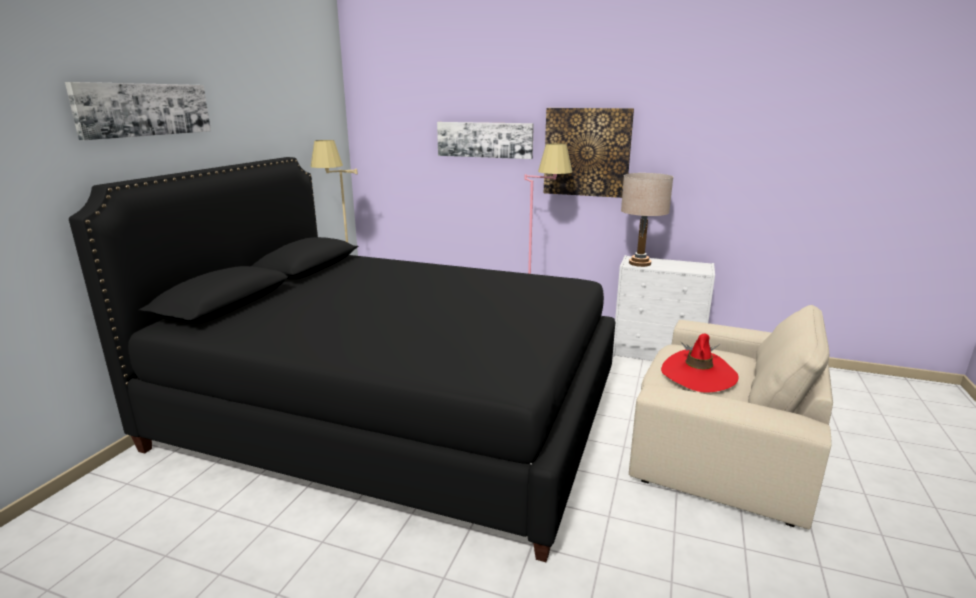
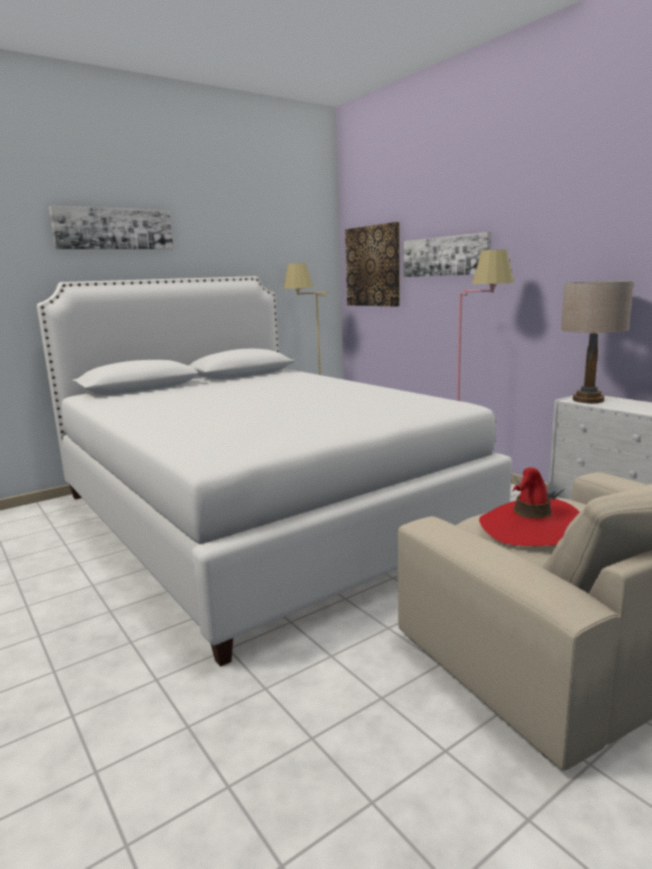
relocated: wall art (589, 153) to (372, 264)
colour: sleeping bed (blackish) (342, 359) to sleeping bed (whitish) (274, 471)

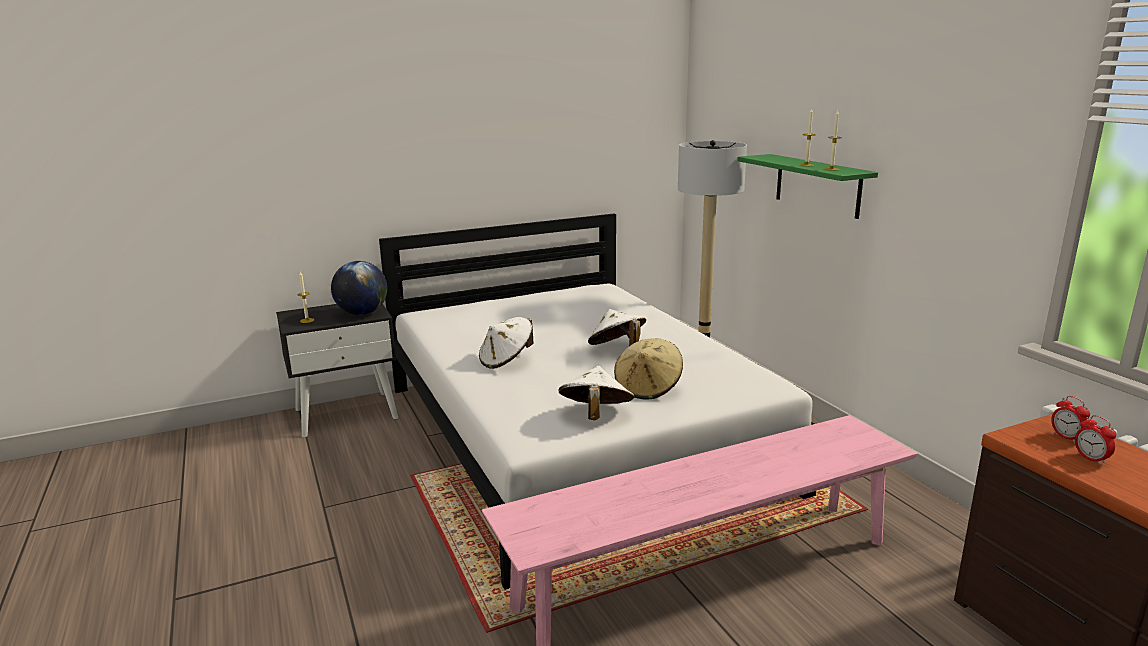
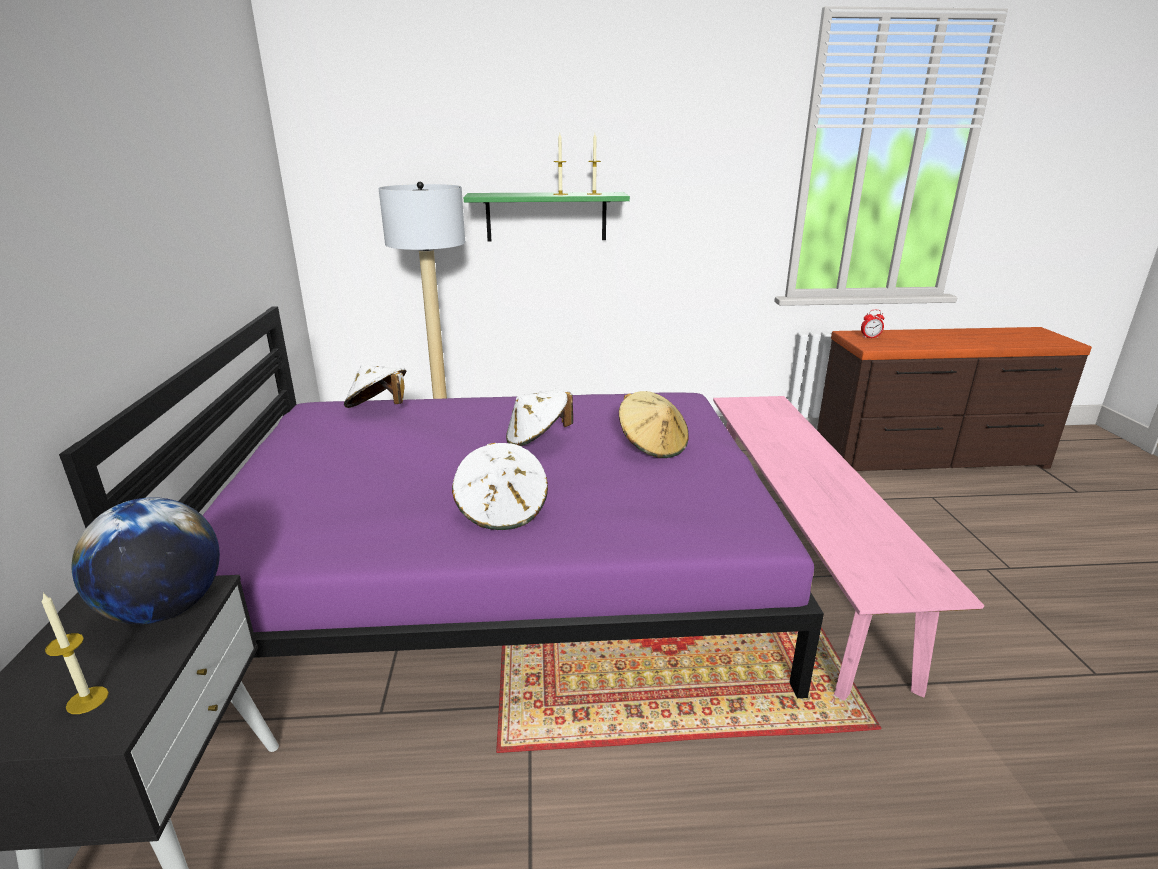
missing: bedside clock (1096, 440)
relocated: wearable hat (whitish) (596, 393) to (375, 386)
colour: sleeping bed (whitish) (597, 401) to sleeping bed (purple) (441, 502)

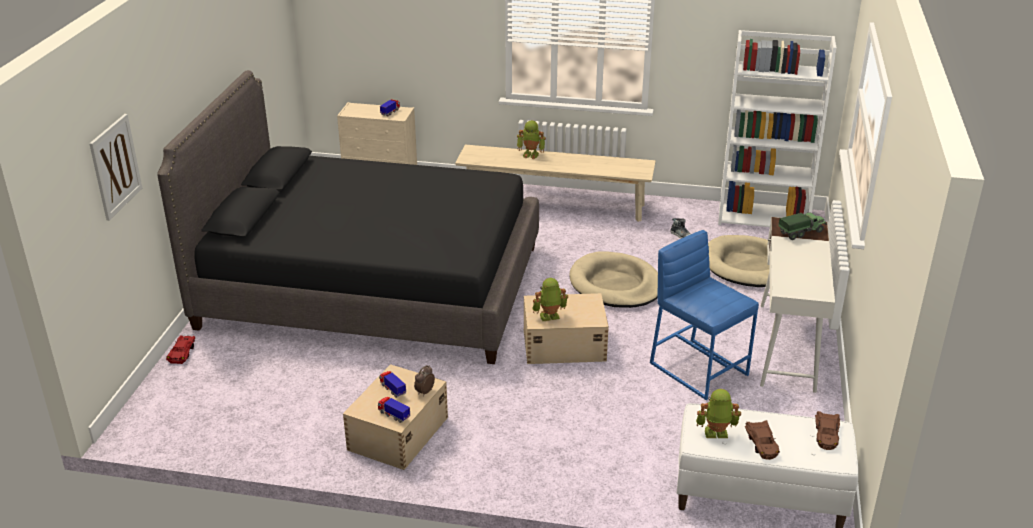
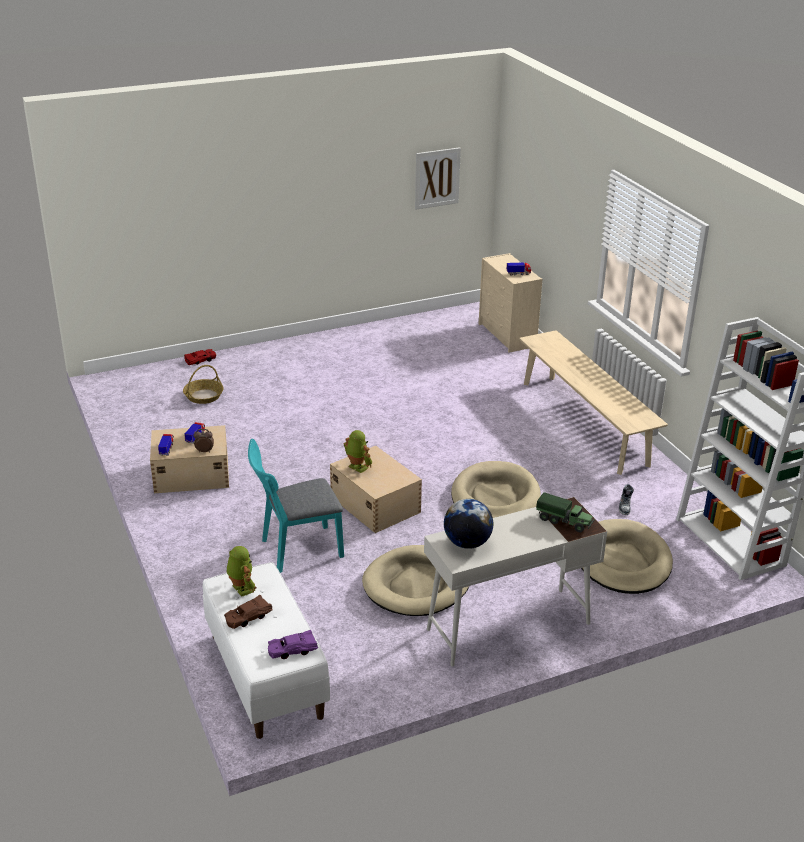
missing: sleeping bed (blackish) (348, 217); toy robot (531, 139)
appeared: household basket (203, 384); chair (turquoise-coloured) (296, 506); desk globe (468, 524)
relocated: wall art (115, 167) to (438, 178)
exchanged: stool seat (blue-coloured) (704, 315) to pet bed (sand-coloured) (415, 580)
colour: toy car (brownish) (827, 430) to toy car (purple) (293, 644)

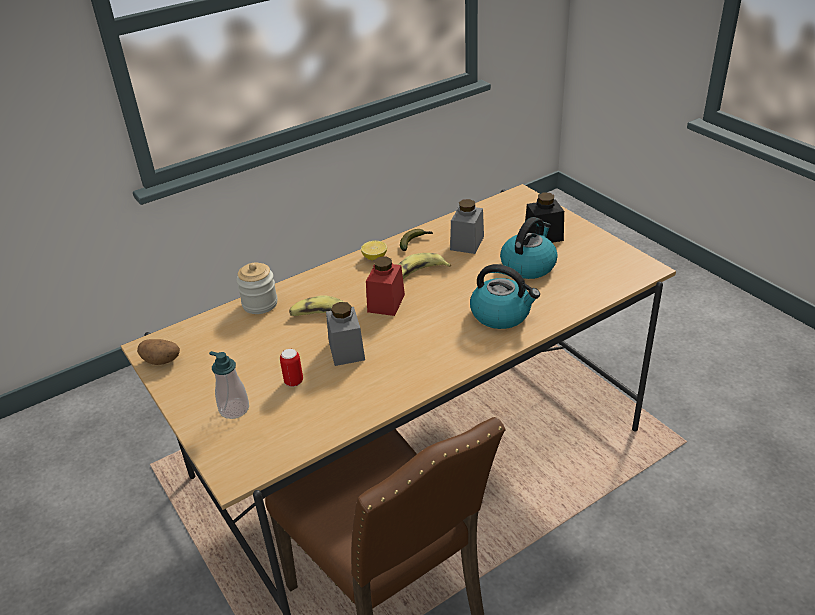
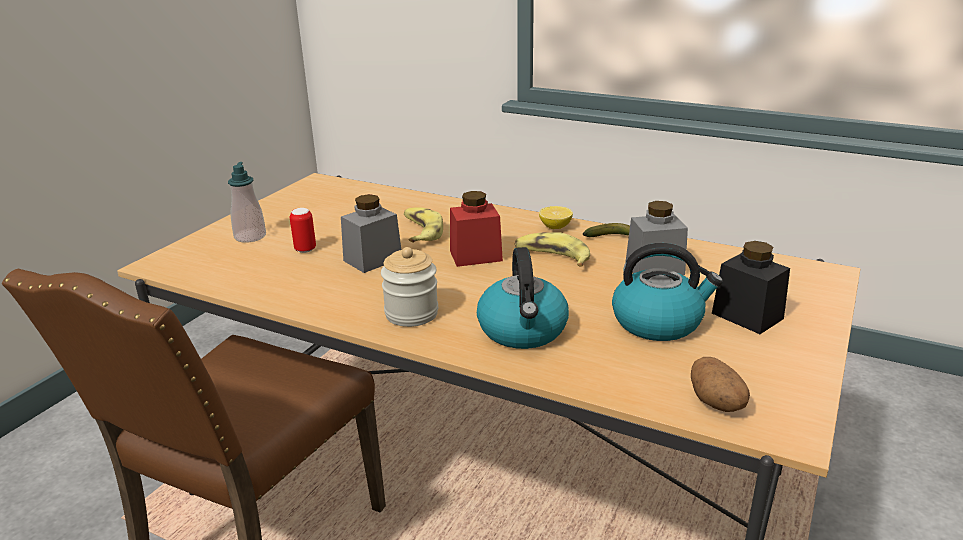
relocated: spud (158, 352) to (720, 384); jar (257, 288) to (409, 287)

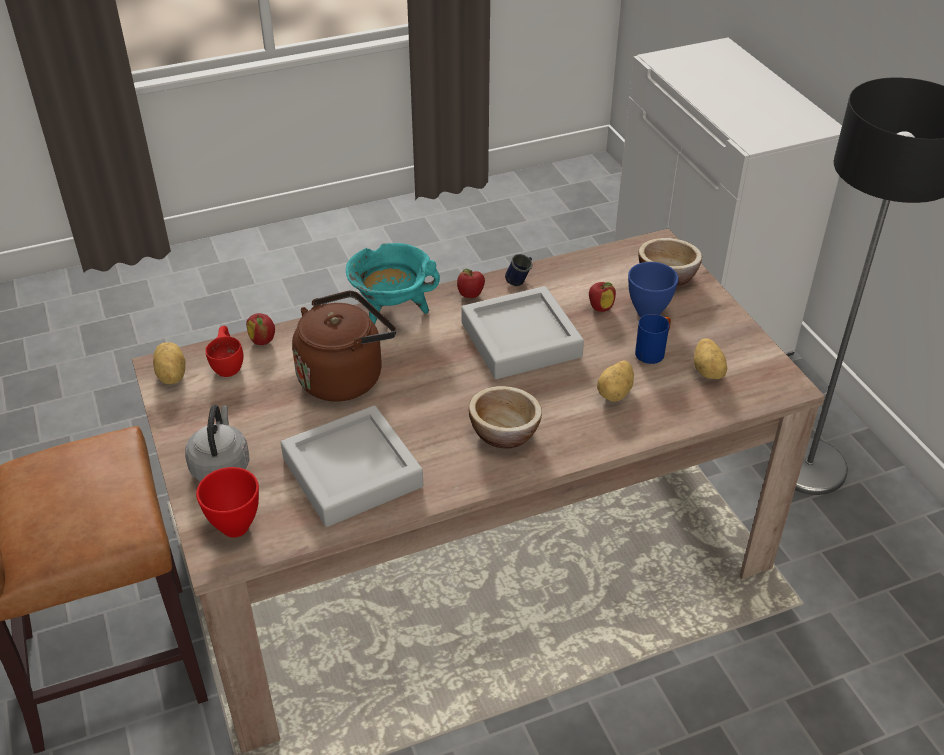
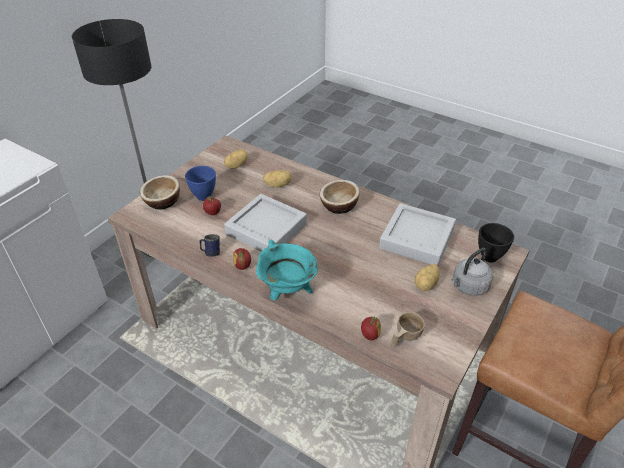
missing: kettle (brownish) (344, 345); coffee mug (blue-coloured) (653, 339)
relocated: spud (169, 363) to (427, 277)
colour: serving bowl (red) (227, 502) to serving bowl (blackish) (496, 242); small cup (red) (224, 351) to small cup (sand-coloured) (407, 329)

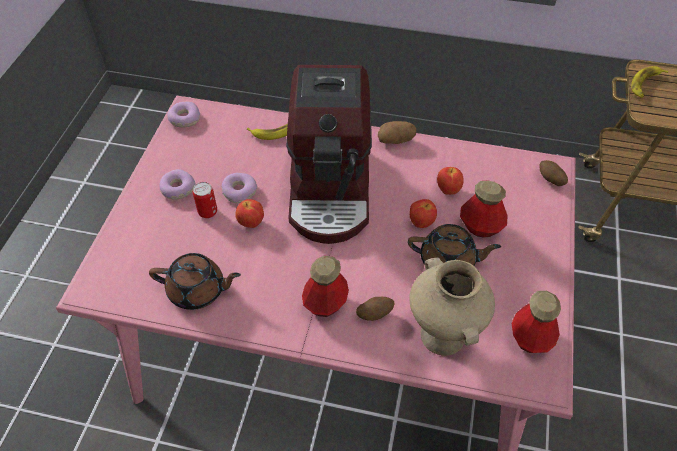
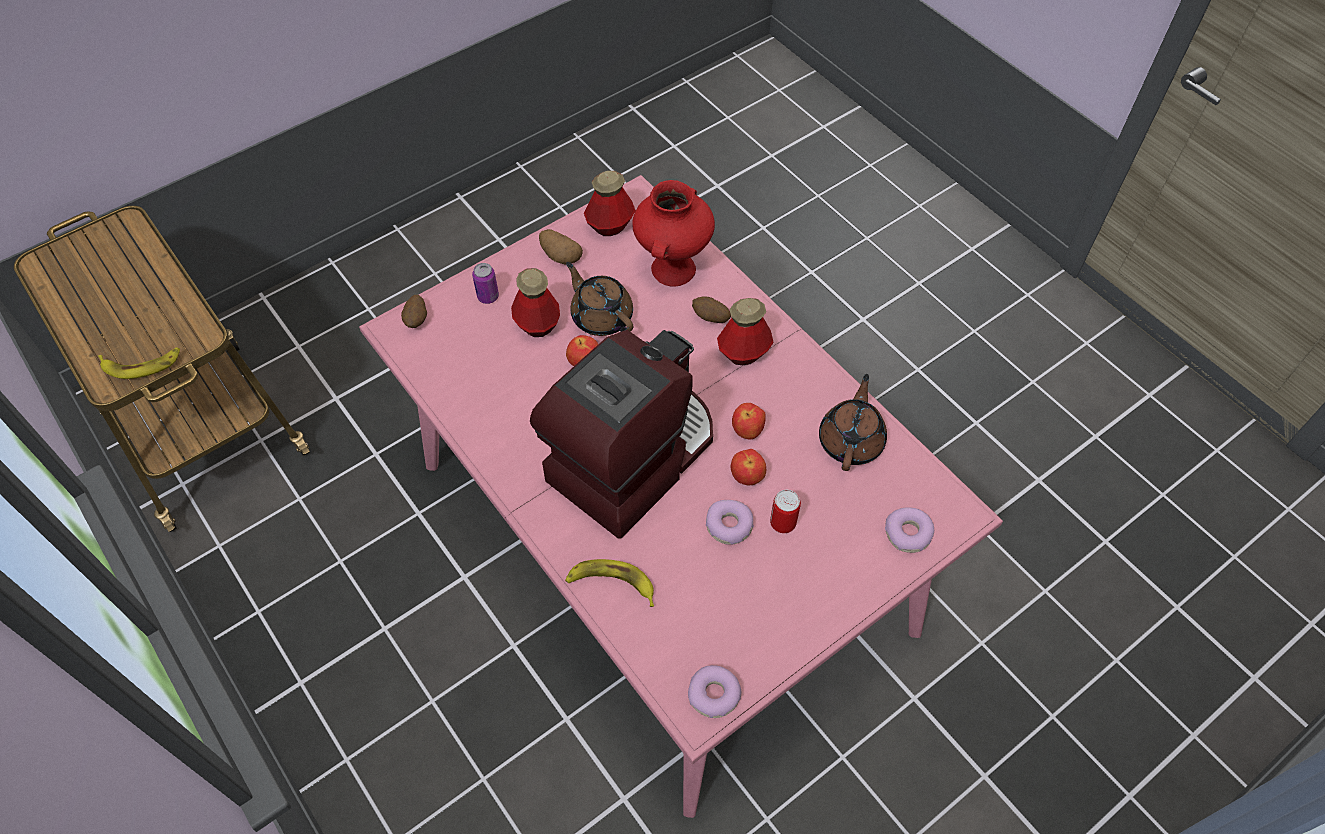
appeared: metal can (485, 283)
relocated: doughnut (177, 184) to (909, 530); spud (397, 132) to (561, 246); apple fruit (450, 181) to (749, 421)
colour: decorative vase (sand-coloured) (452, 307) to decorative vase (red) (673, 233)
spun: tea pot (brownish) (195, 281) = (853, 422) 60 degrees clockwise

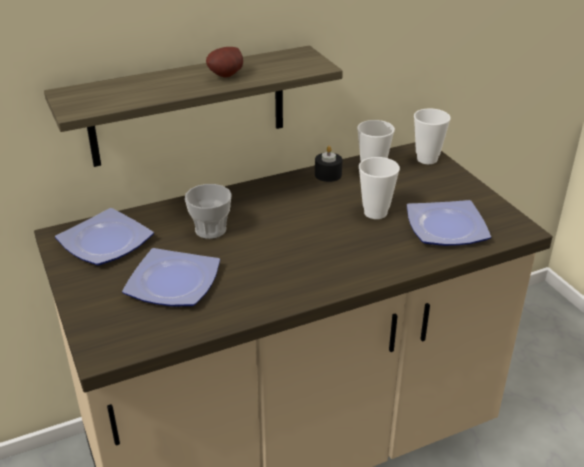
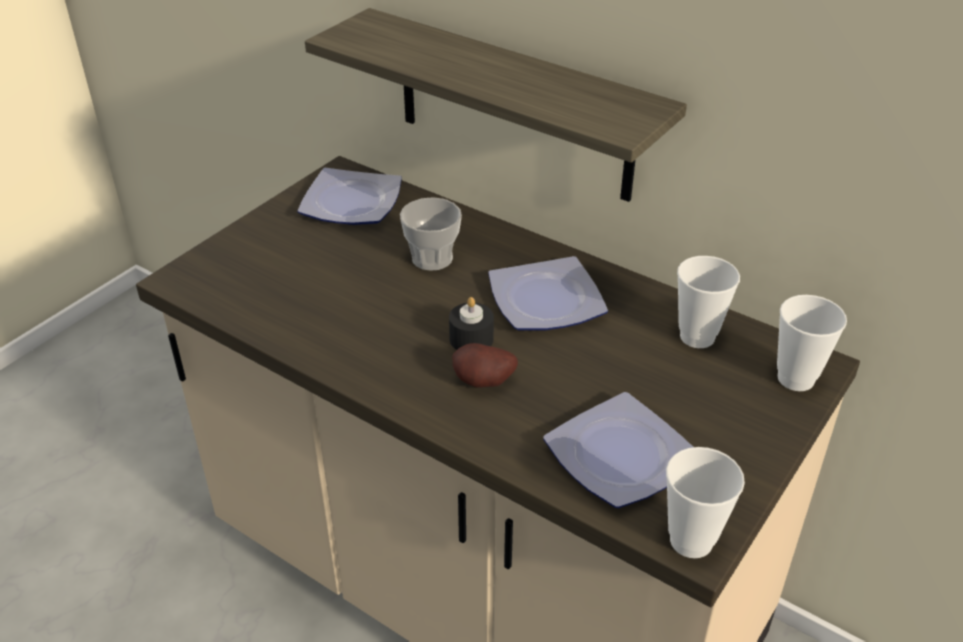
relocated: flat dish (171, 277) to (548, 293); spud (224, 62) to (485, 365); wax light (blackish) (328, 164) to (471, 323); small cup (379, 188) to (705, 502)

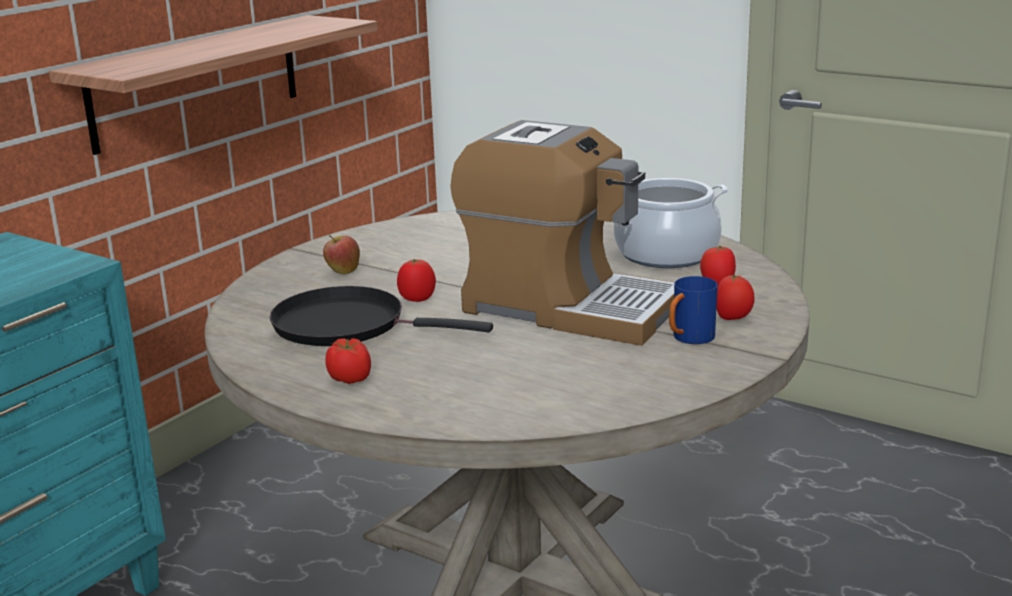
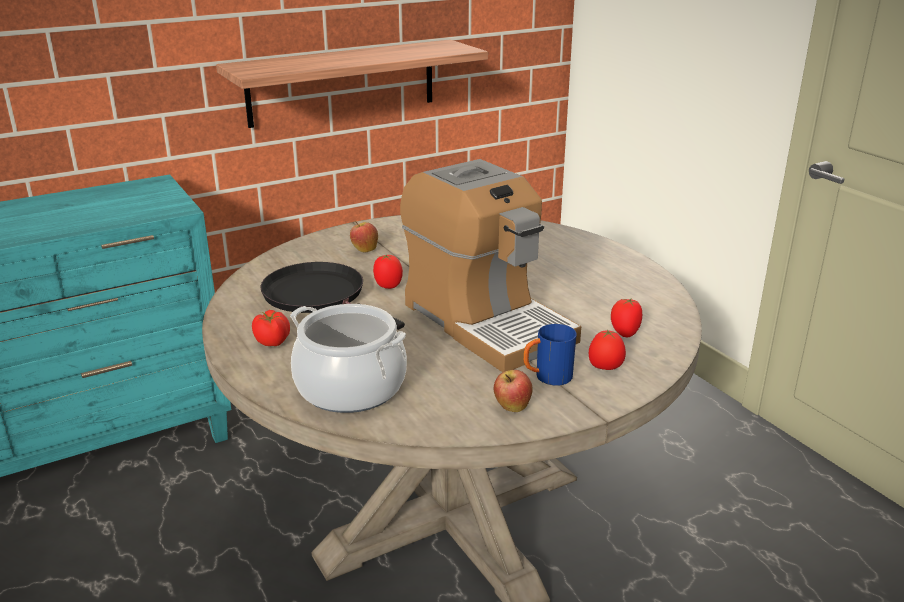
appeared: apple fruit (513, 391)
relocated: saucepot (671, 223) to (348, 358)

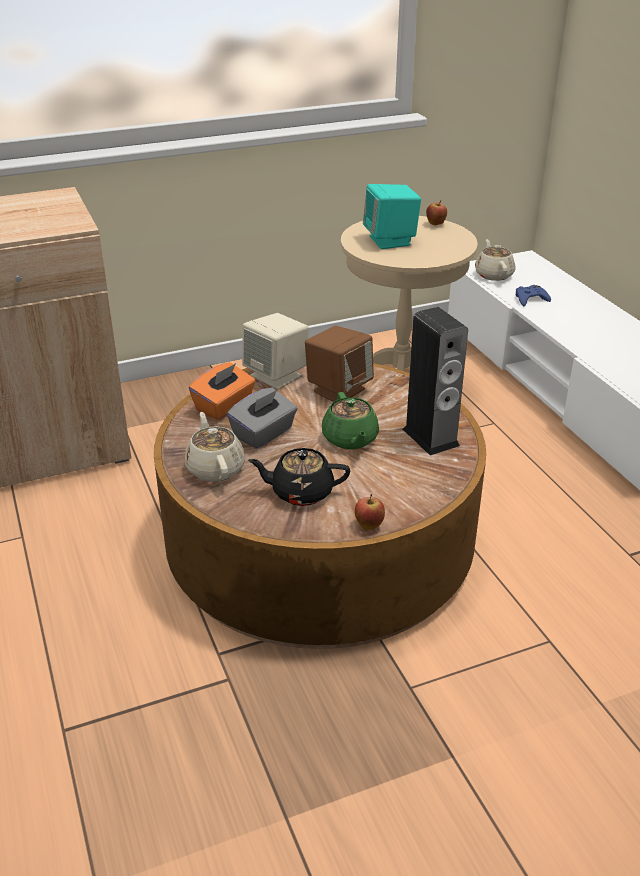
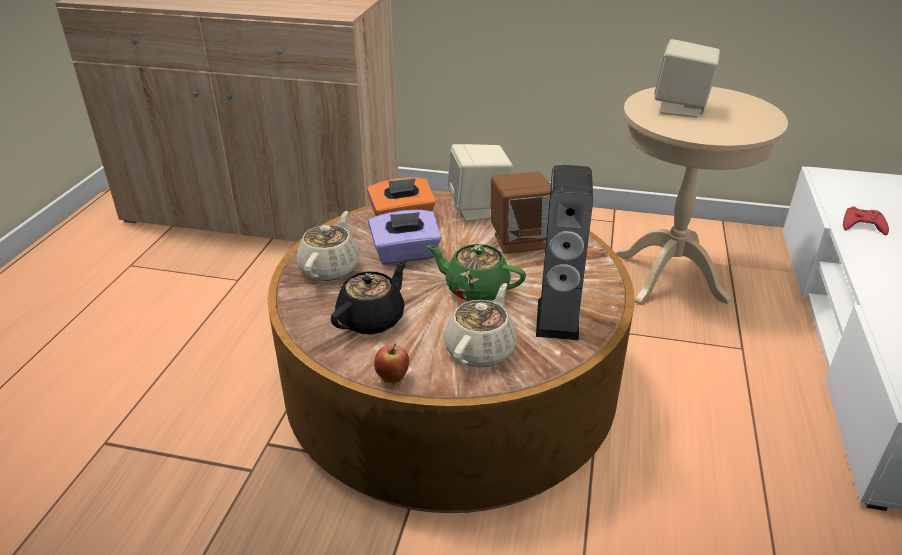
missing: apple fruit (436, 213)
relocated: tea pot (sand-coloured) (495, 260) to (480, 325)
colour: tissue box (gray) (262, 418) to tissue box (purple) (404, 237); loudspeaker (turquoise-coloured) (392, 216) to loudspeaker (sand-coloured) (687, 78); gamepad (blue-coloured) (533, 295) to gamepad (red) (866, 220)
spun: tea pot (blackish) (299, 477) = (369, 297) 90 degrees clockwise; tea pot (greenish) (350, 420) = (476, 273) 90 degrees clockwise

